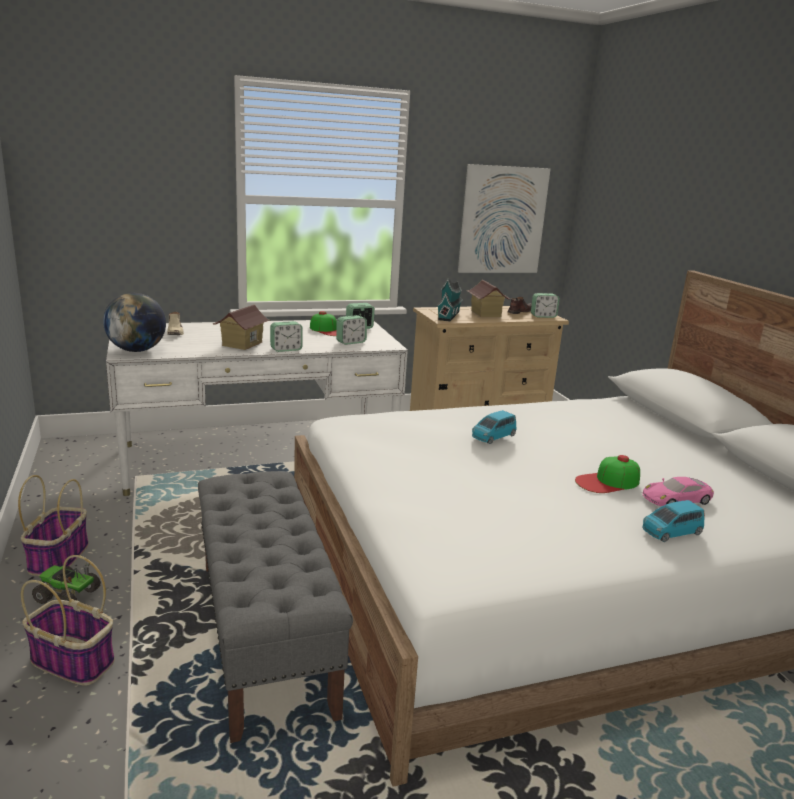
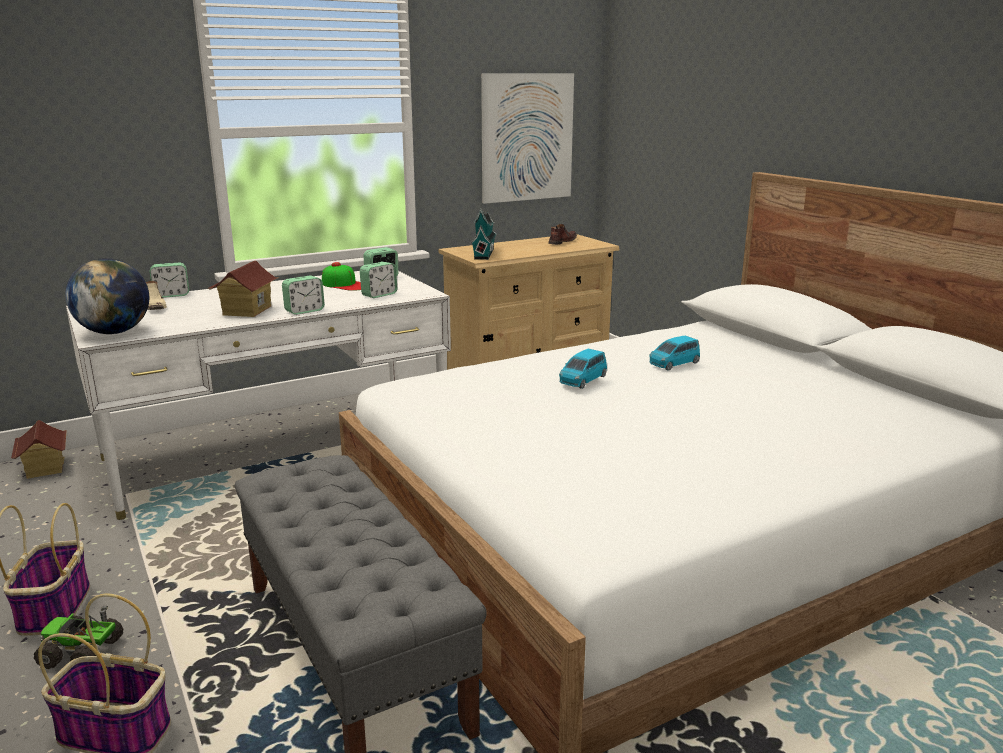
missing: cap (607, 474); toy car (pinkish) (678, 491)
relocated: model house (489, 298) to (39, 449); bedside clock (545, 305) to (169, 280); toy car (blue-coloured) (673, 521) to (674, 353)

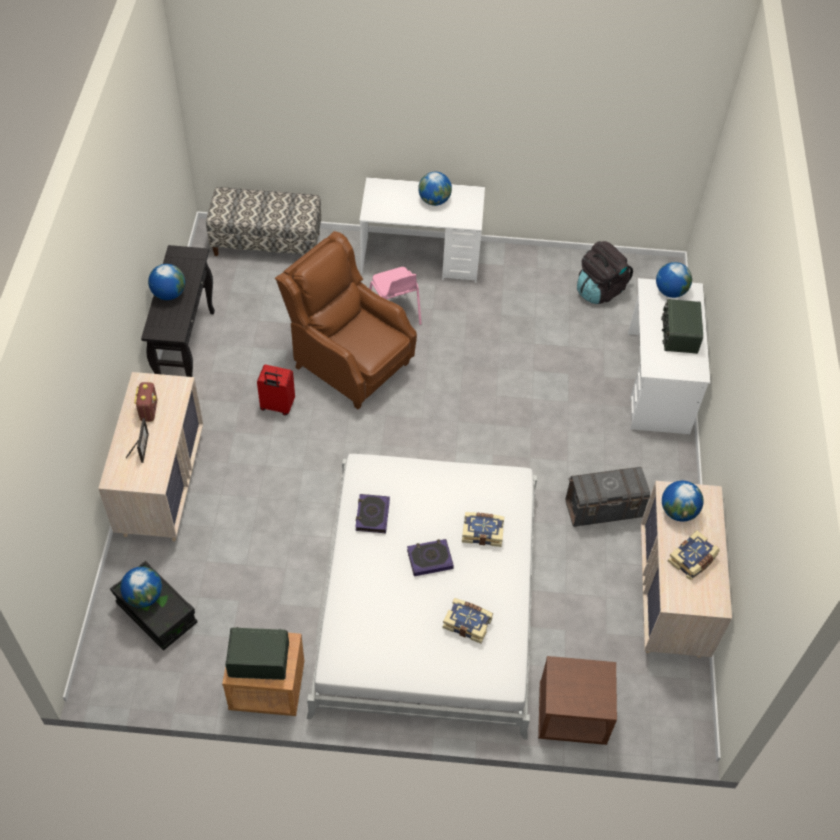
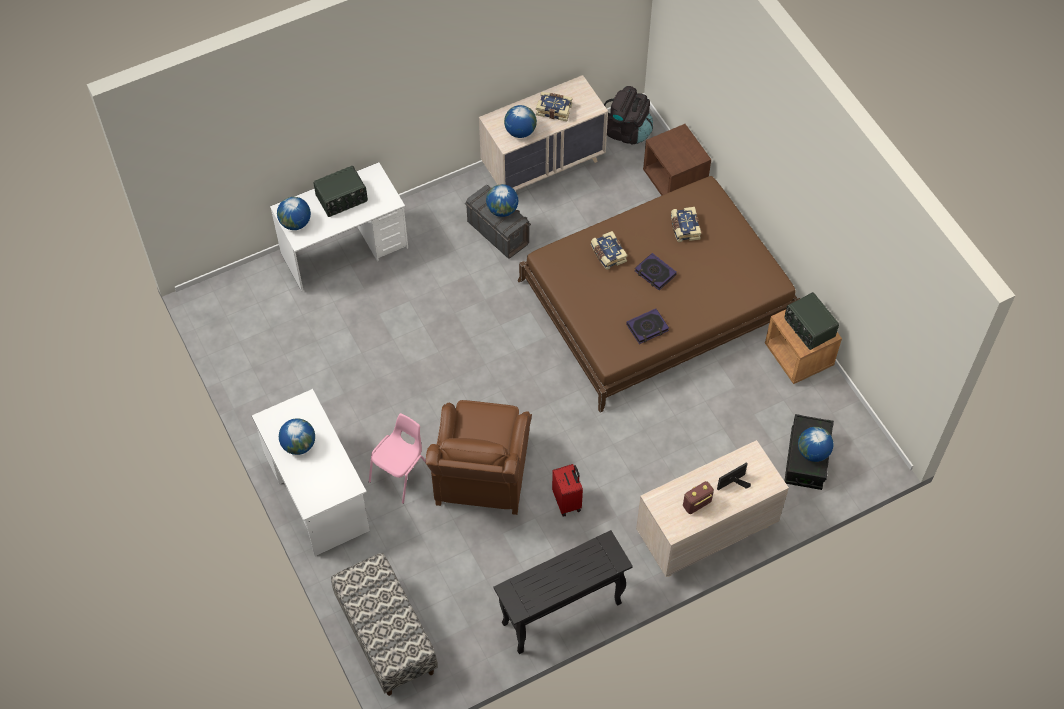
relocated: desk globe (166, 282) to (502, 200); backpack (blackish) (605, 272) to (628, 115)
colour: sleeping bed (whitish) (422, 596) to sleeping bed (brownish) (658, 294)

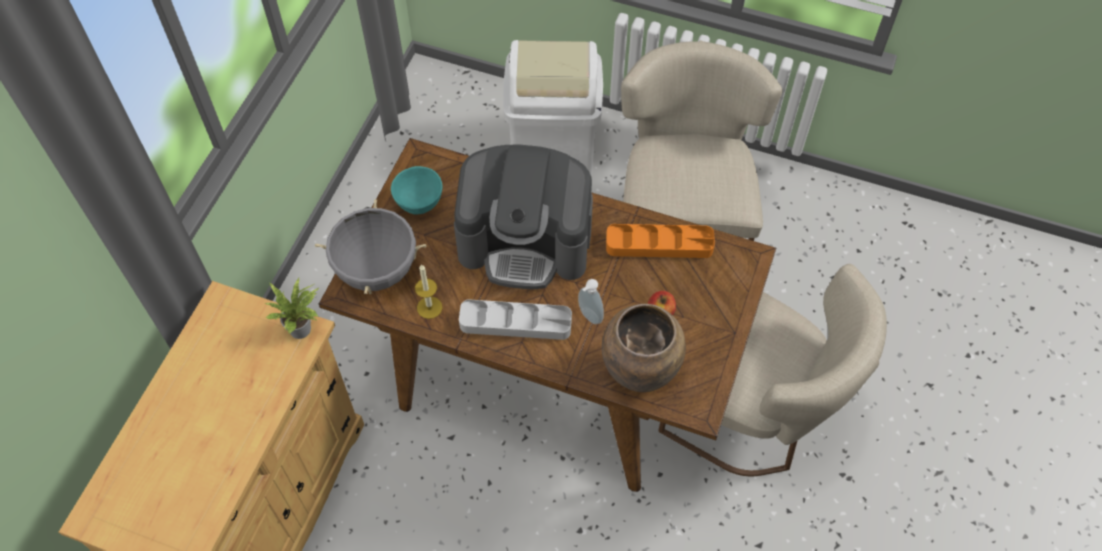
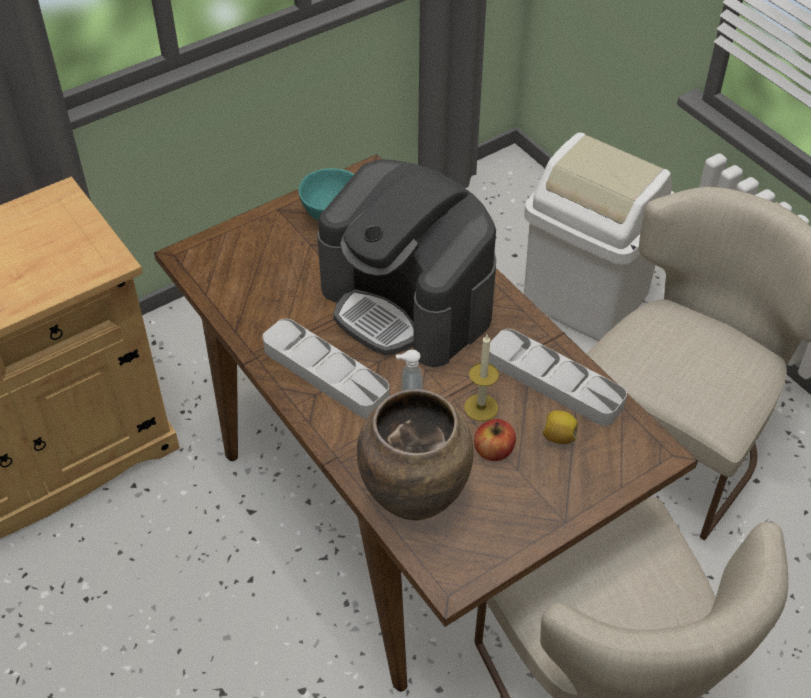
missing: plant in a pot (292, 308); saucepot (gray) (371, 246)
appeared: lemon (560, 427)
relocated: wax light (428, 291) to (481, 377)
colour: serving tray (orange) (660, 241) to serving tray (gray) (558, 377)

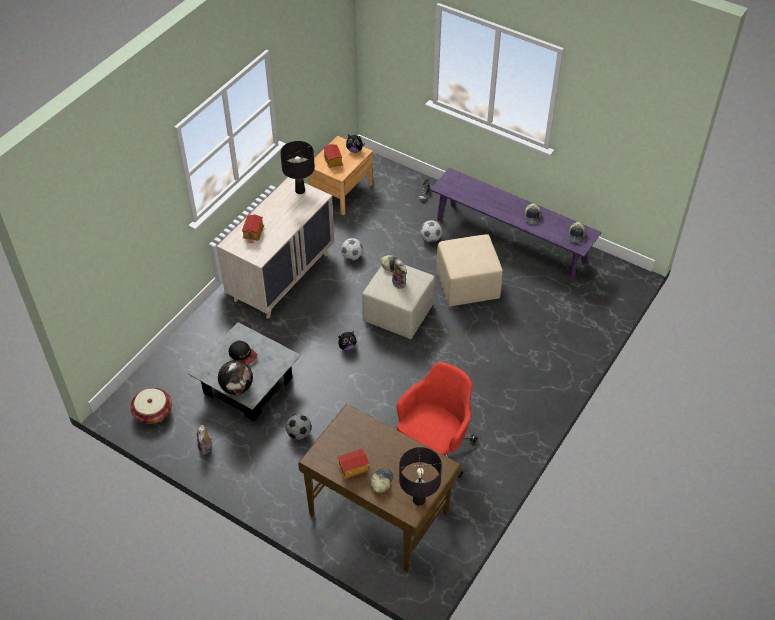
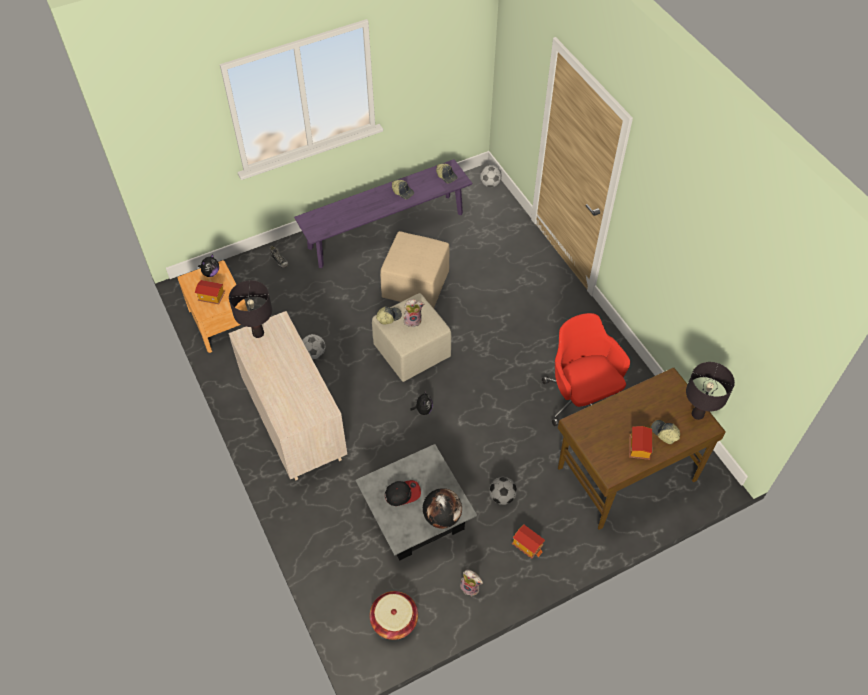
relocated: model house (253, 228) to (528, 541); football (431, 231) to (491, 176)

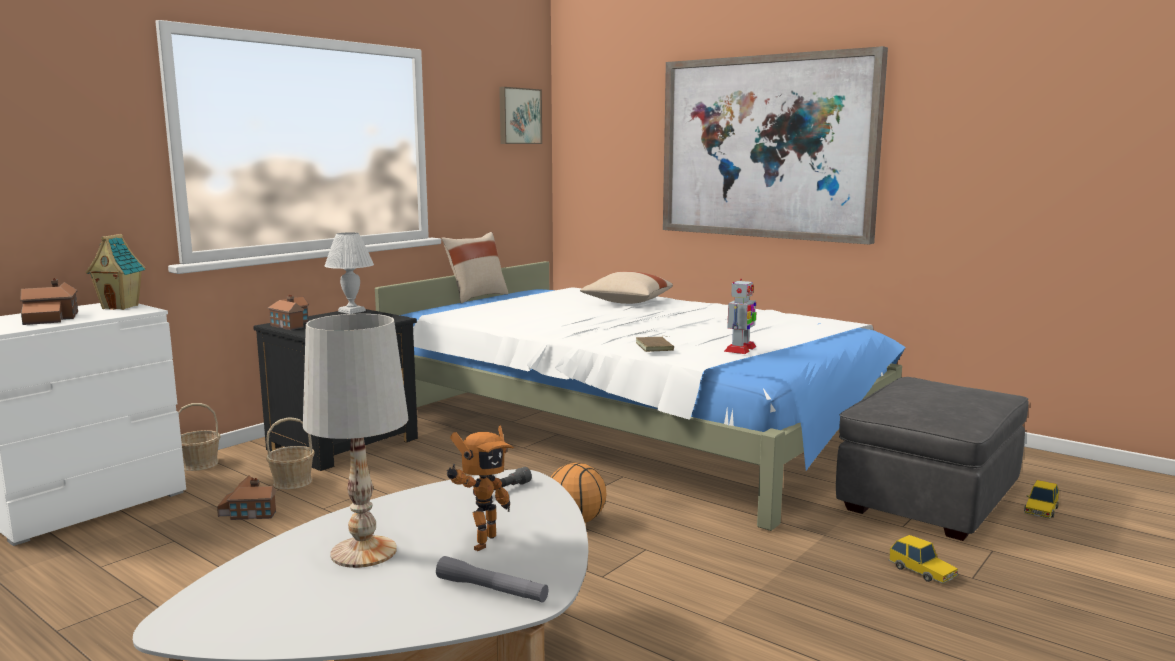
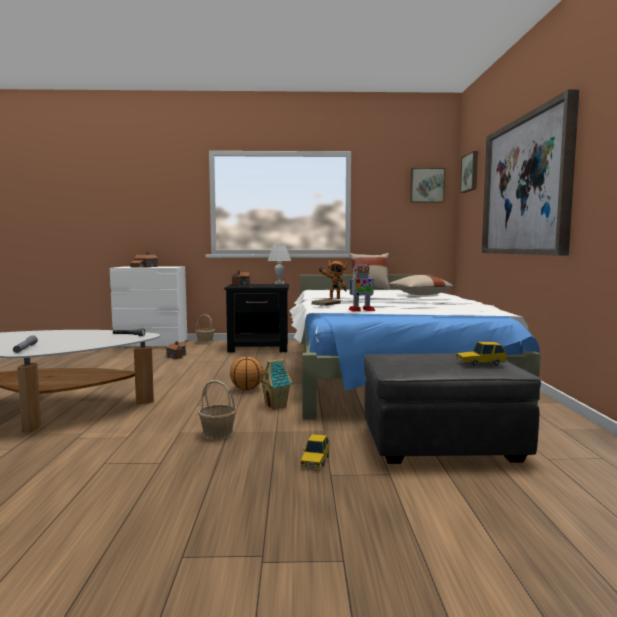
missing: lamp for a table (whitish) (355, 441)
appeared: wall art (469, 172)
relocated: model house (115, 272) to (276, 384); household basket (290, 453) to (217, 410); toy robot (480, 488) to (334, 279); toy car (1041, 499) to (481, 353)

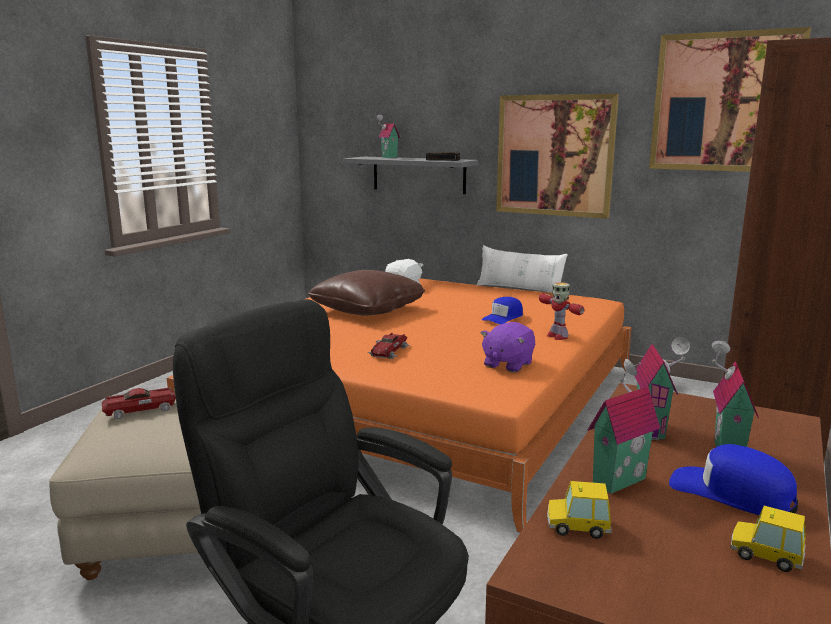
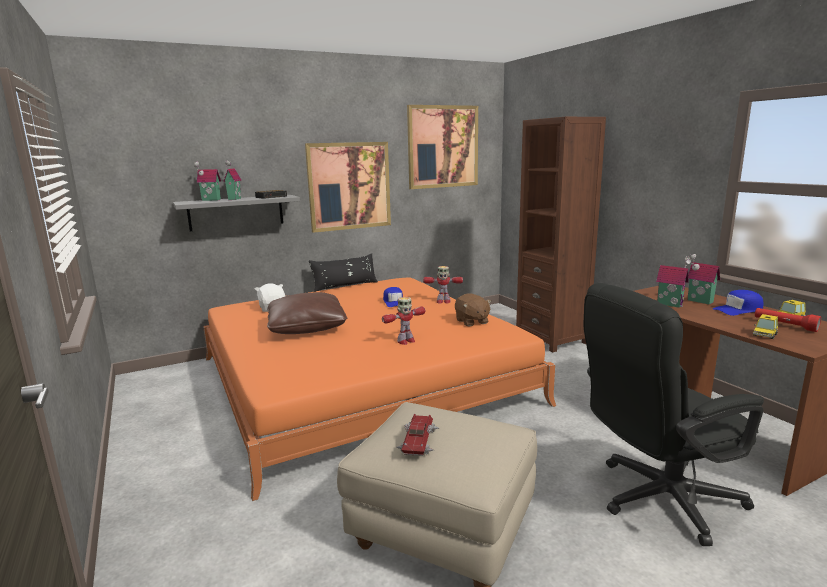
appeared: torch (red) (788, 320)
relocated: model house (624, 426) to (232, 180)
exchanged: toy car (389, 346) to toy robot (404, 321)
colour: cushion (whitish) (522, 269) to cushion (blackish) (343, 272); cuddly toy (purple) (508, 347) to cuddly toy (brownish) (473, 310)

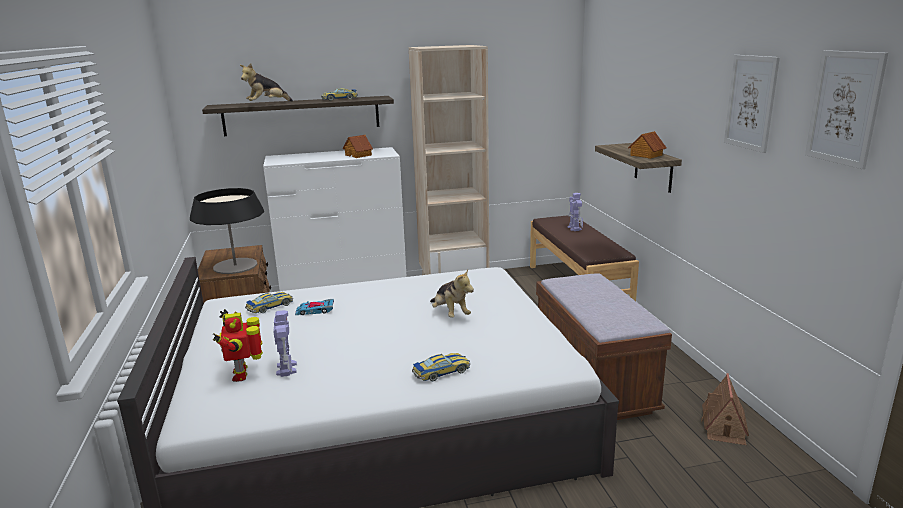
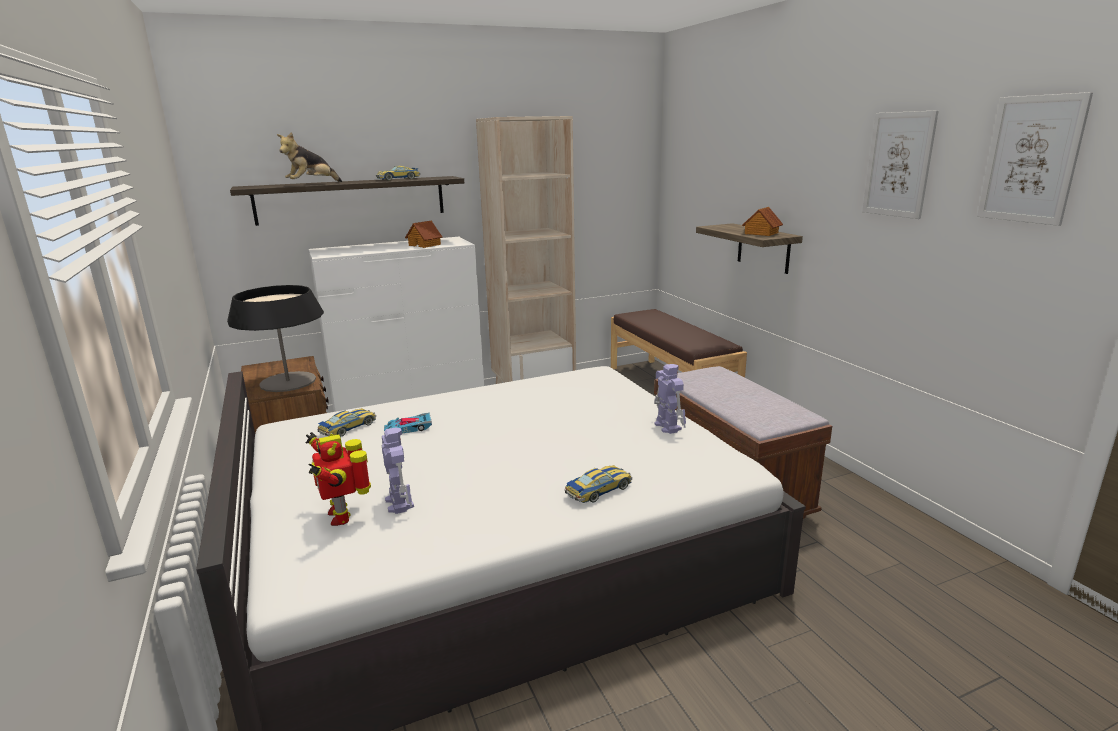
missing: cuddly toy (452, 293); model house (725, 409)
relocated: toy robot (575, 212) to (670, 399)

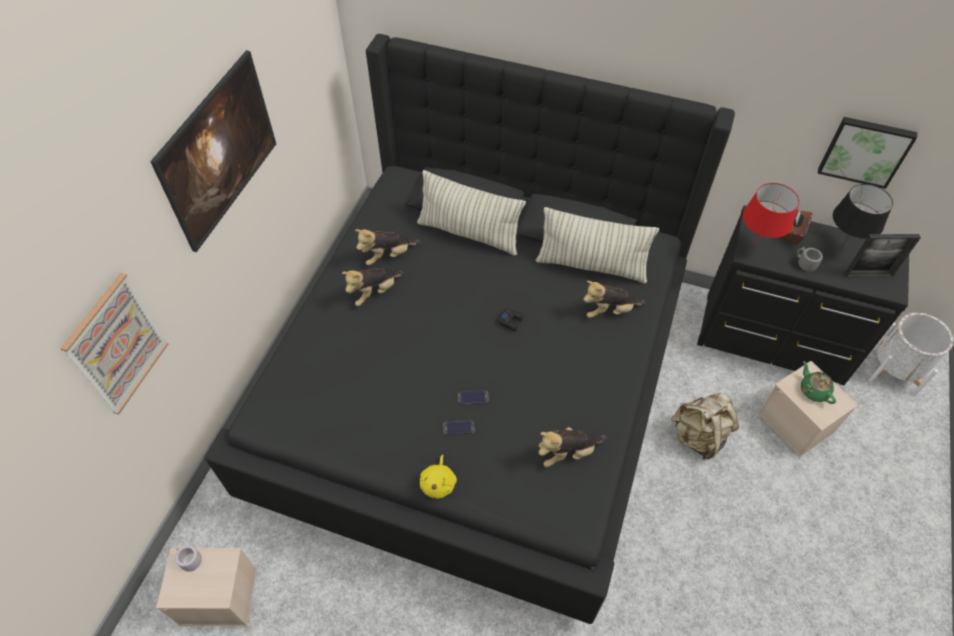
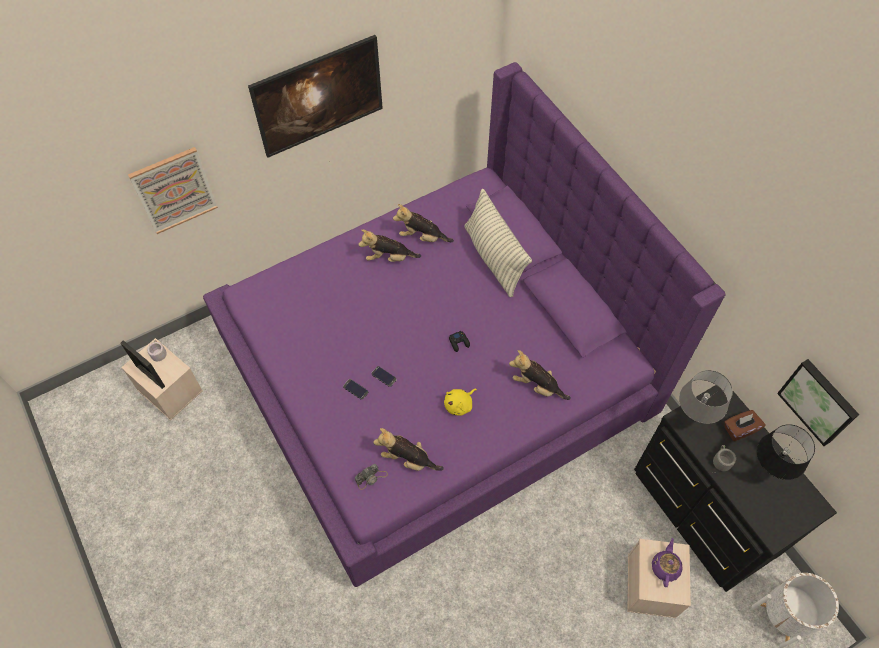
missing: cushion (597, 245); backpack (sand-coloured) (705, 426)
appeared: still camera (371, 477)
relocated: cuddly toy (yellowish) (438, 477) to (460, 402); picture frame (882, 255) to (143, 364)
colour: sleeping bed (blackish) (470, 329) to sleeping bed (purple) (464, 324); lamp for a table (red) (771, 216) to lamp for a table (gray) (706, 397); tea pot (greenish) (818, 382) to tea pot (purple) (667, 562)

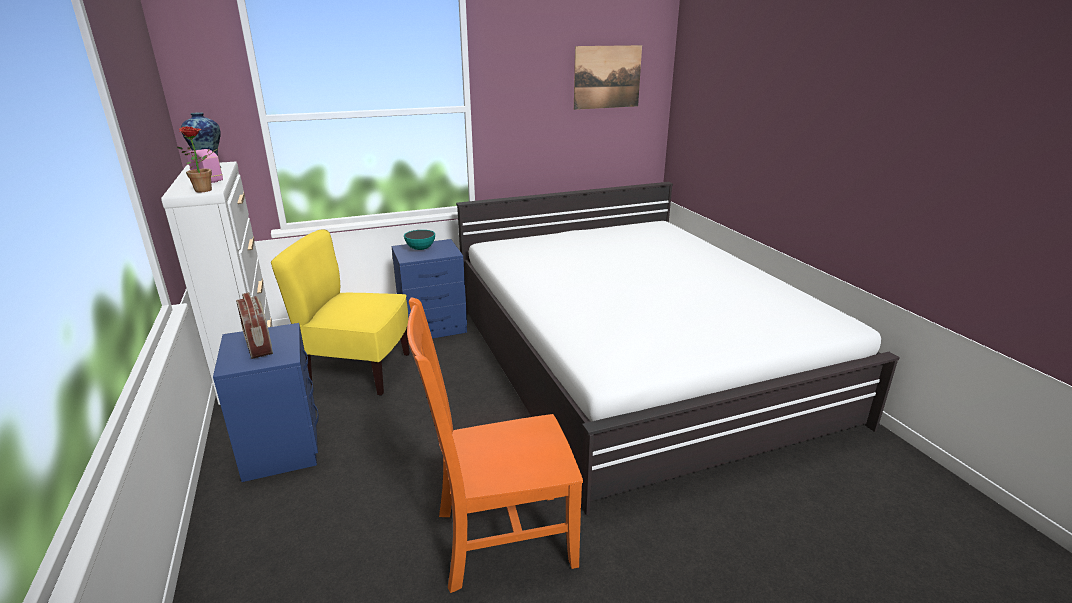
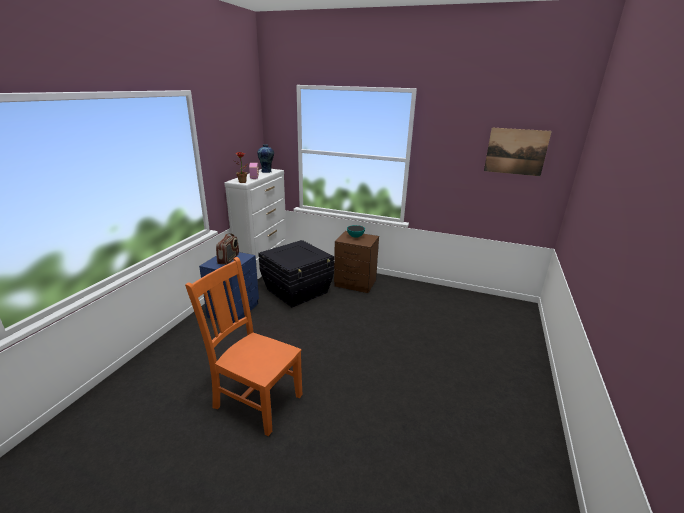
missing: sleeping bed (whitish) (678, 349)
exchanged: chair (yellowish) (340, 313) to storage box (blackish) (296, 273)
colour: nightstand (blue-coloured) (429, 289) to nightstand (brownish) (356, 262)

